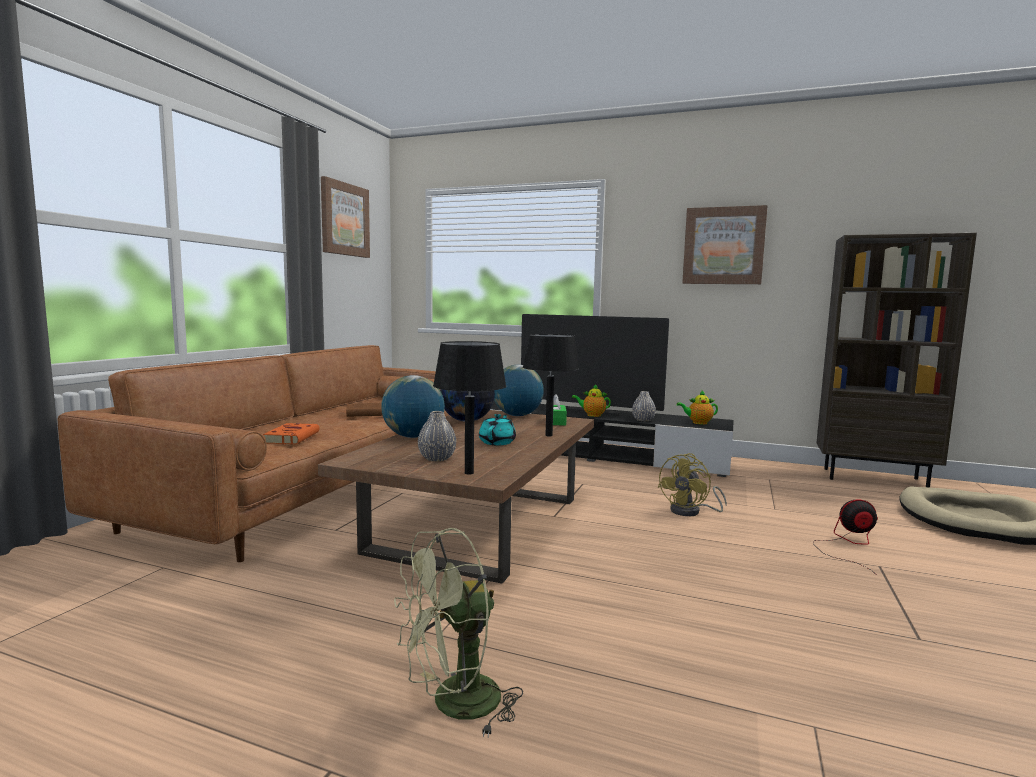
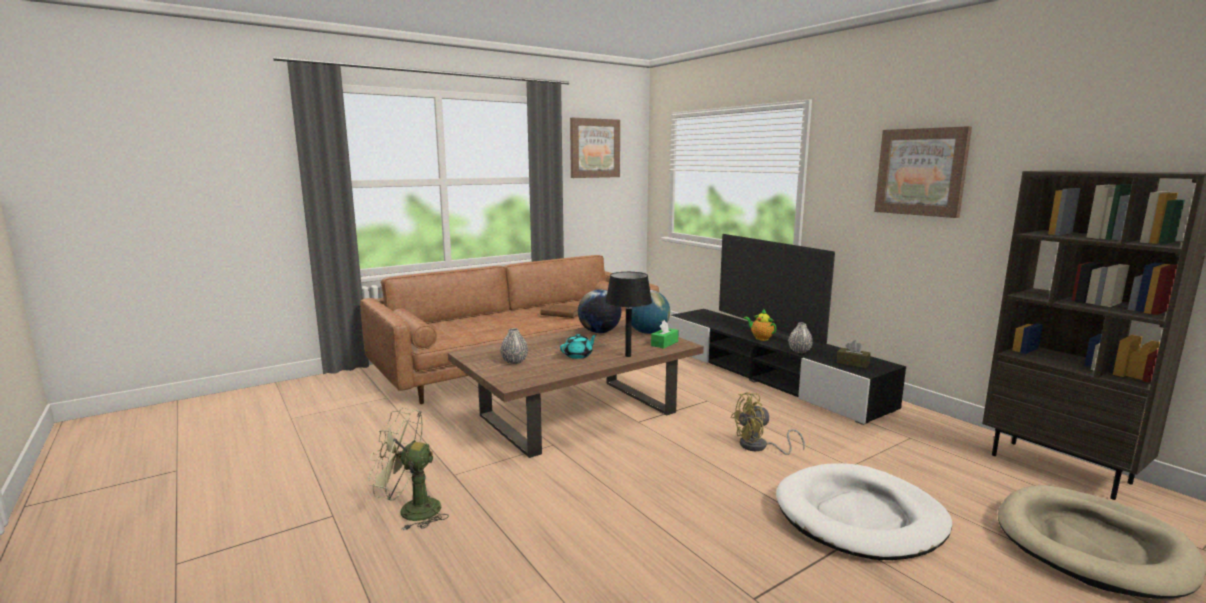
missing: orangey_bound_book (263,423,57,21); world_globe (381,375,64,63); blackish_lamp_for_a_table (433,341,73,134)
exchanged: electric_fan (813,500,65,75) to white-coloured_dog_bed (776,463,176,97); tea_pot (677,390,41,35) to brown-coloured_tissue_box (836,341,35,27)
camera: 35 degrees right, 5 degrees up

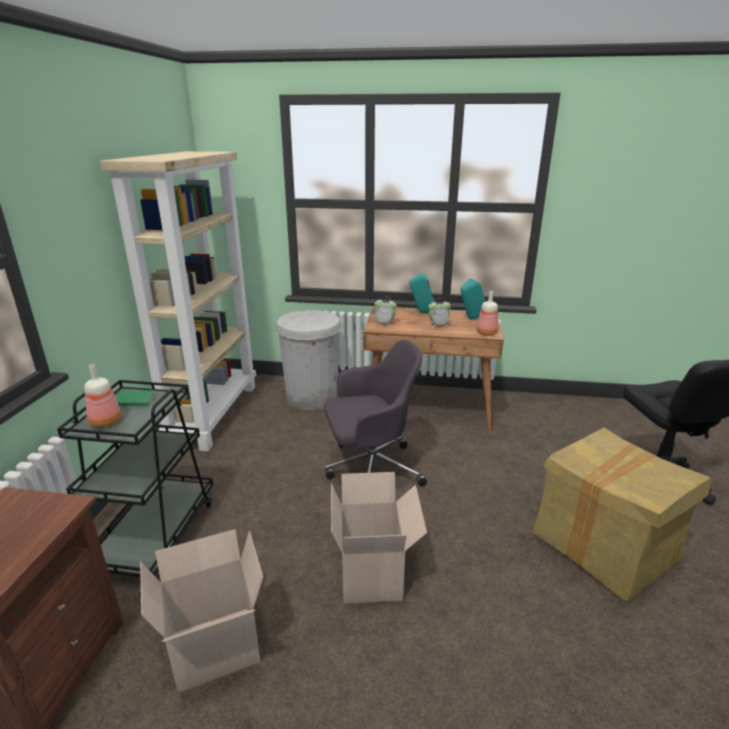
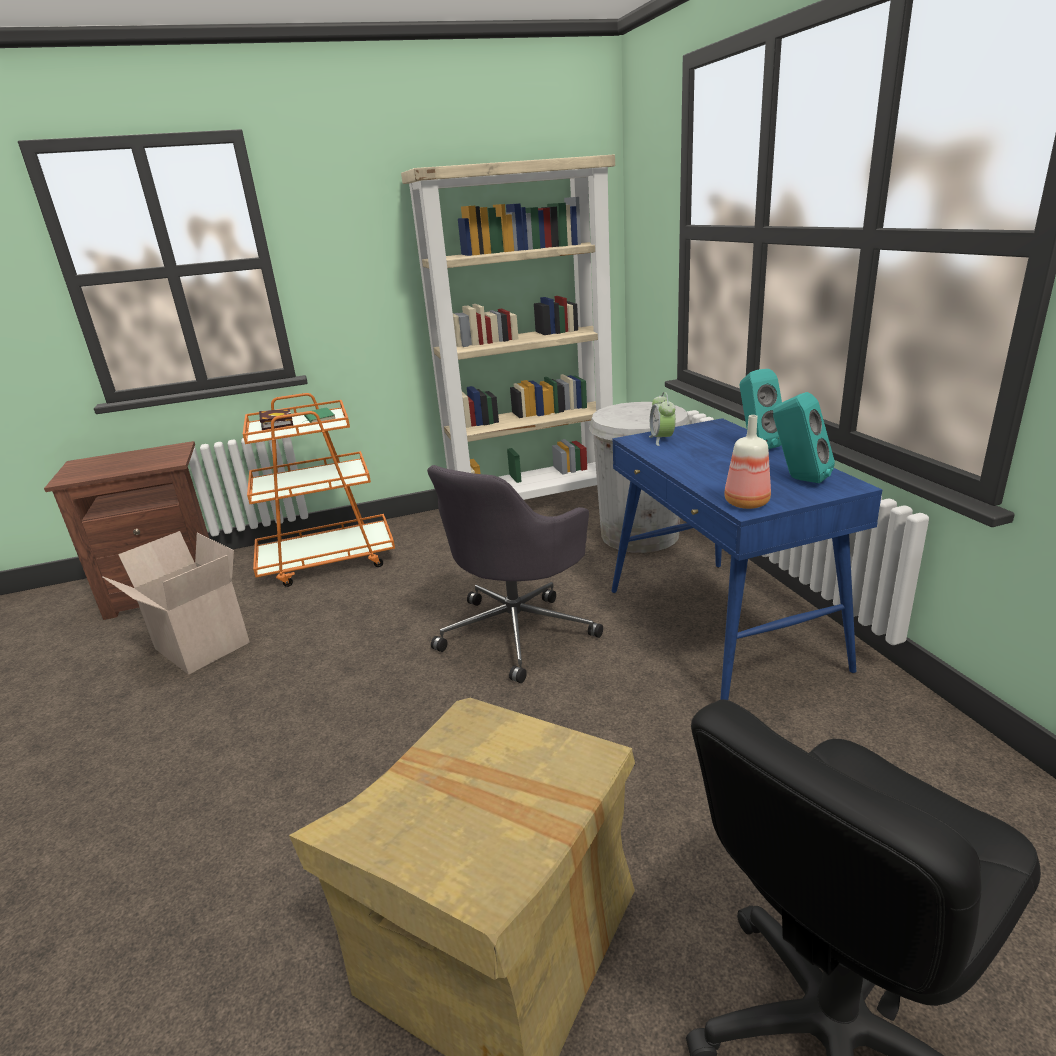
missing: cardboard_box (331,472,96,132); bedside_clock (428,298,23,30)
exchanged: drink_bottle (84,364,37,63) to bound_book (259,409,34,21)
colour: blackish_trolley (57,380,156,197) to orangey_trolley (243,393,152,194); brown-coloured_desk (363,307,141,130) to bluish_desk (611,418,271,282)
spun: gray_computer_chair (324,340,103,147) = (427,465,176,218) 75 degrees clockwise
camera: 65 degrees right, 0 degrees up

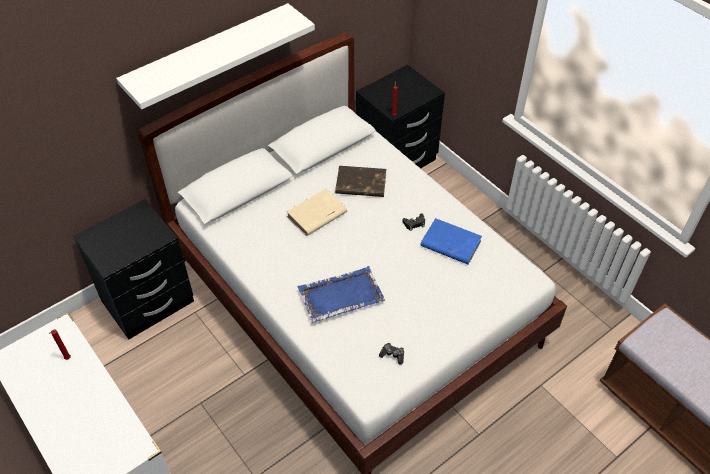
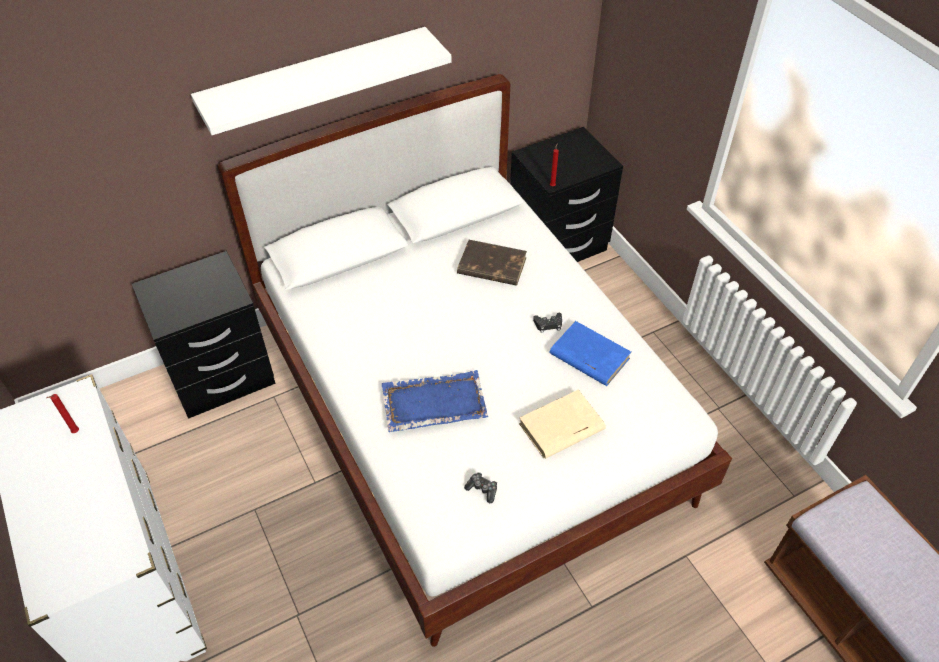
relocated: sand-coloured_bound_book (287,189,60,47) to (519,389,87,70)
camera: 10 degrees right, 0 degrees up

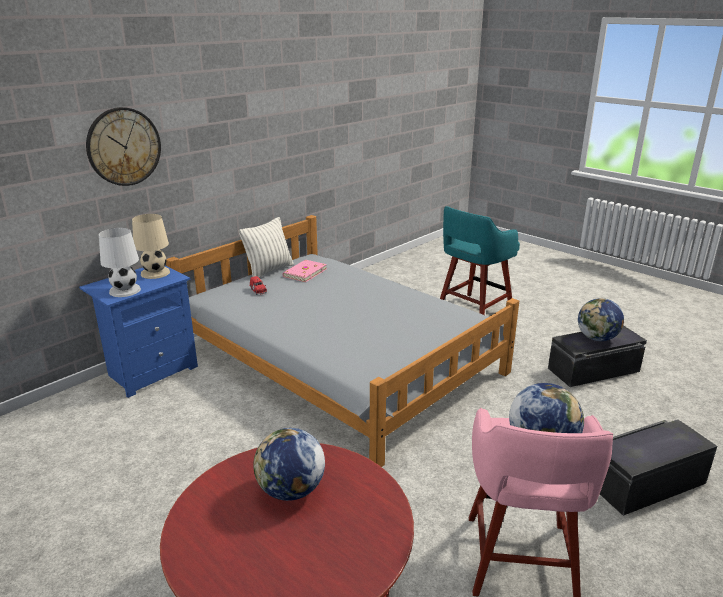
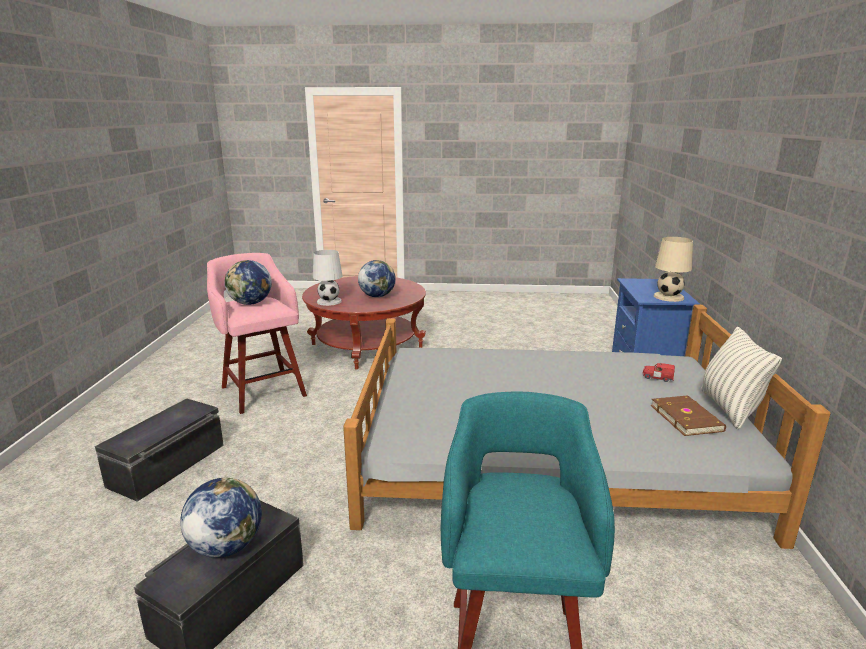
missing: wall_clock (86,107,75,79)
relocated: white-coloured_lamp_for_a_table (99,228,42,69) to (313,250,29,56)
colour: pink_bound_book (282,260,45,22) to brown-coloured_bound_book (650,395,76,41)
camera: 140 degrees right, 5 degrees down

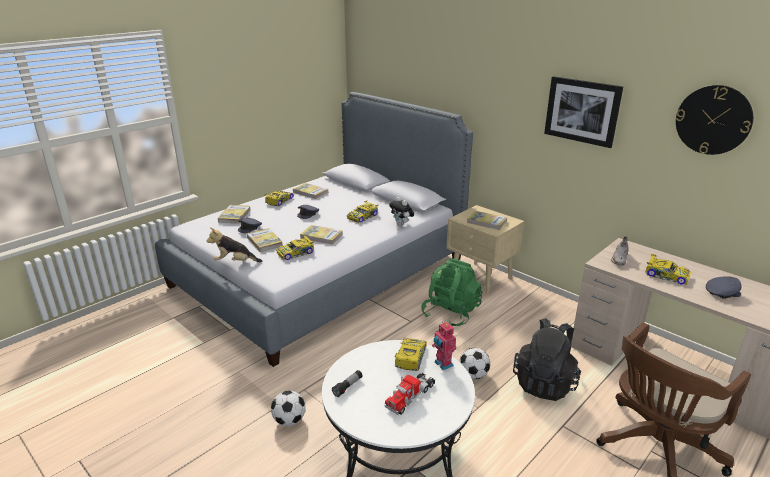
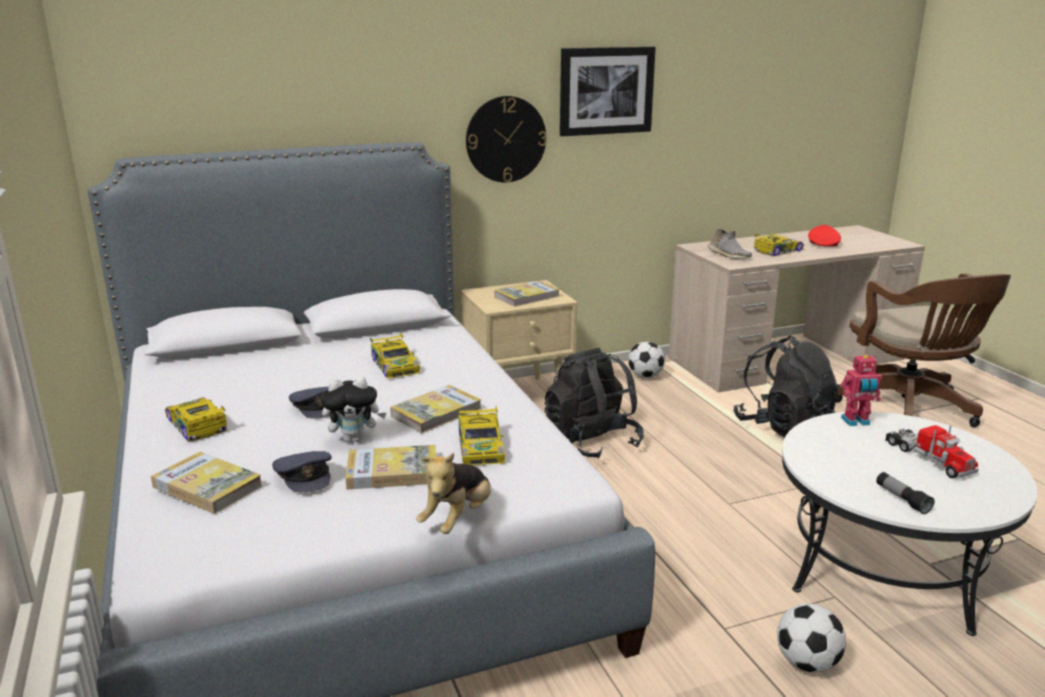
missing: bound_book (293,183,35,16); model_car (395,338,32,33)
relocated: plush_toy (389,197,25,29) to (321,377,65,65); wall_clock (676,85,77,70) to (466,96,81,87); football (459,348,31,31) to (628,342,37,36)
colour: green-coloured_backpack (421,258,61,68) to blackish_backpack (544,348,100,111); gray_cap (706,276,36,23) to red-coloured_cap (808,225,33,21)
camera: 65 degrees left, 5 degrees down

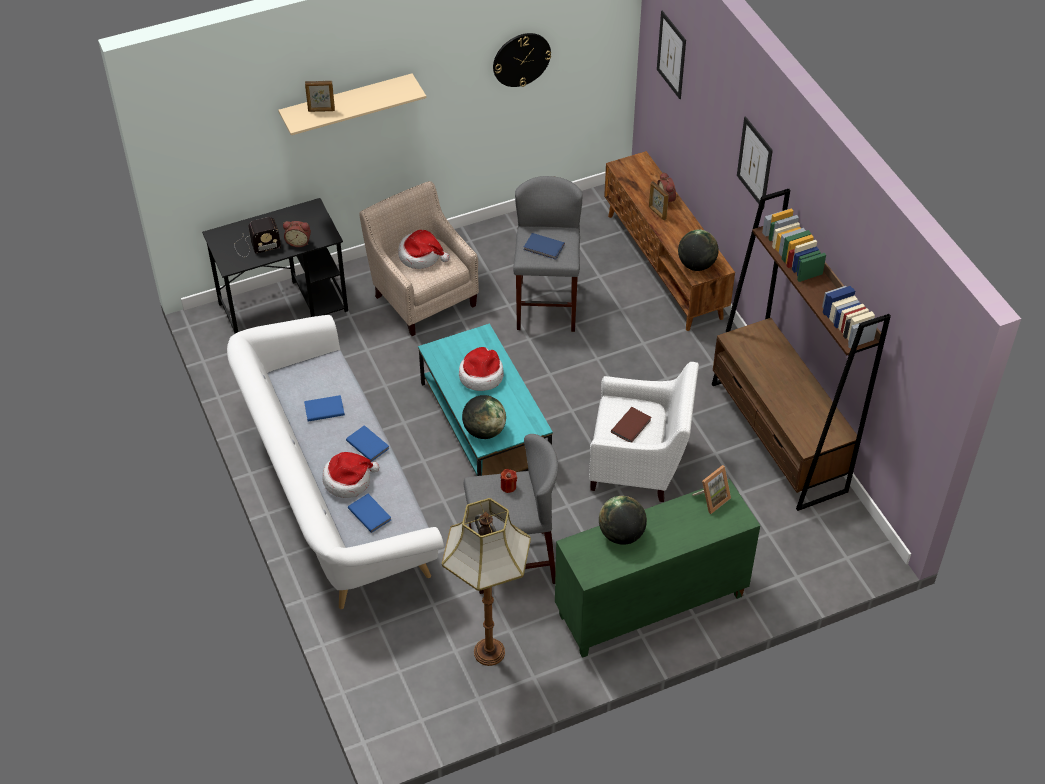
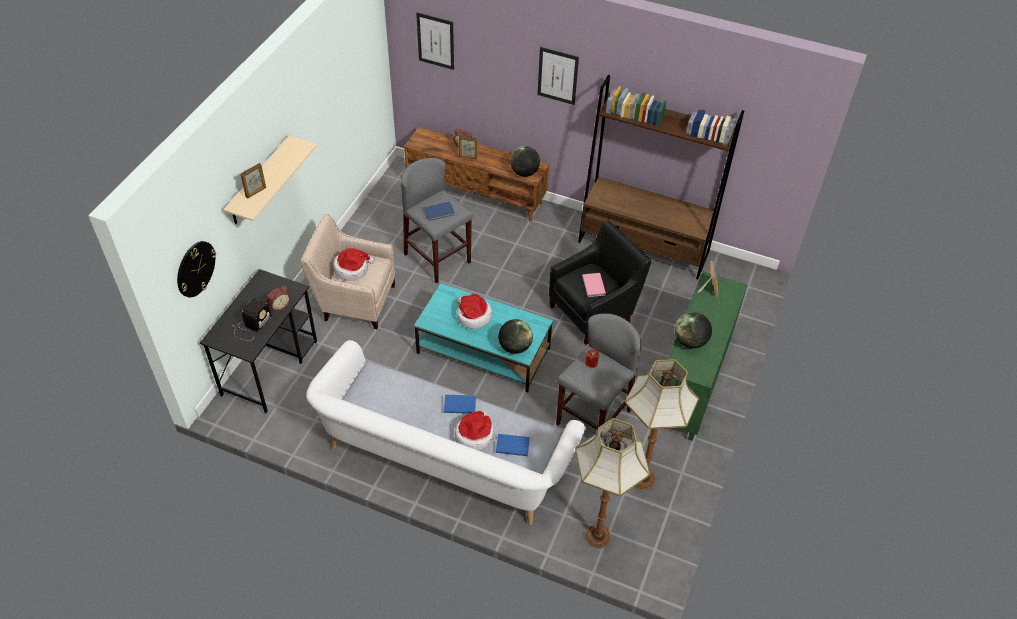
missing: bluish_bound_book (304,395,41,26)
appeared: floor_lamp (575,418,75,130)
relocated: wall_clock (493,33,58,54) to (177,241,39,56)
colour: white-coloured_lounge_chair (589,362,110,140) to blackish_lounge_chair (549,221,102,124); brown-coloured_bound_book (611,407,40,35) to pink_bound_book (582,273,24,24)
camera: 45 degrees left, 0 degrees up

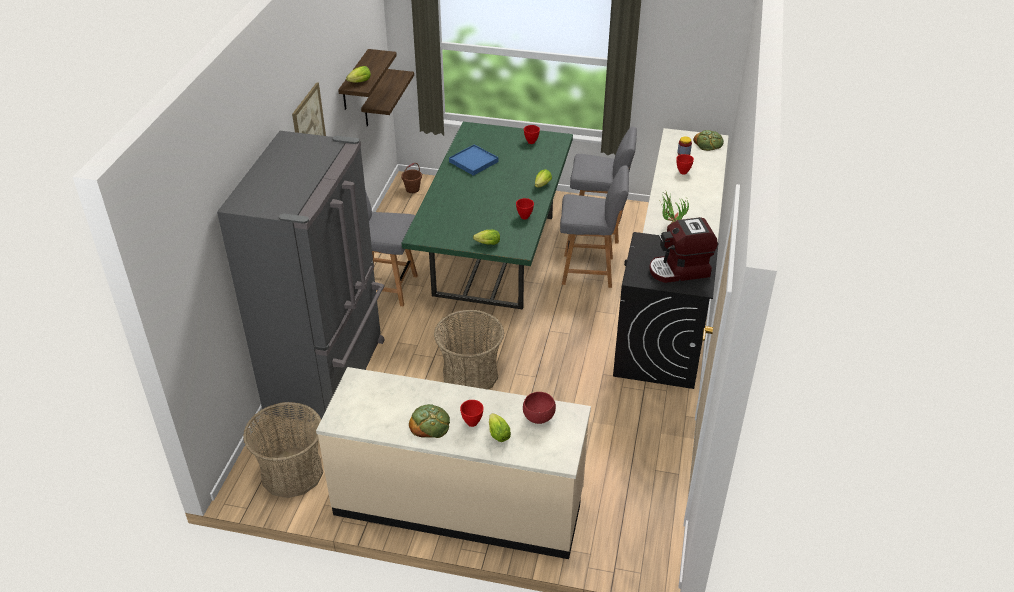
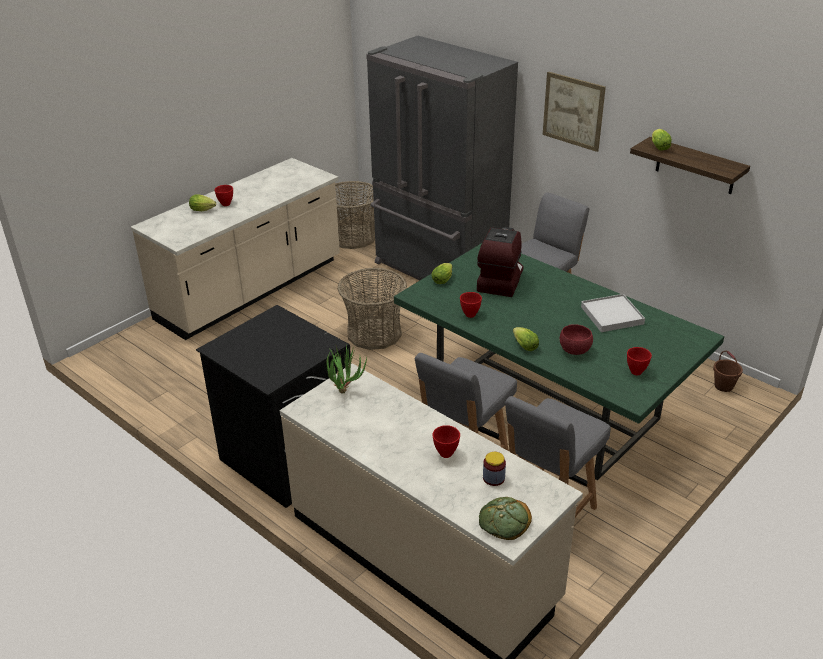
missing: shelf (361,69,53,57); bakery_bread (409,404,41,34)
relocated: coffee_maker (649,217,68,66) to (477,227,47,70); red-coloured_serving_bowl (523,392,33,32) to (560,324,33,31)
colour: bluish_serving_tray (449,144,50,32) to white-coloured_serving_tray (581,294,64,38)
camera: 120 degrees right, 5 degrees down

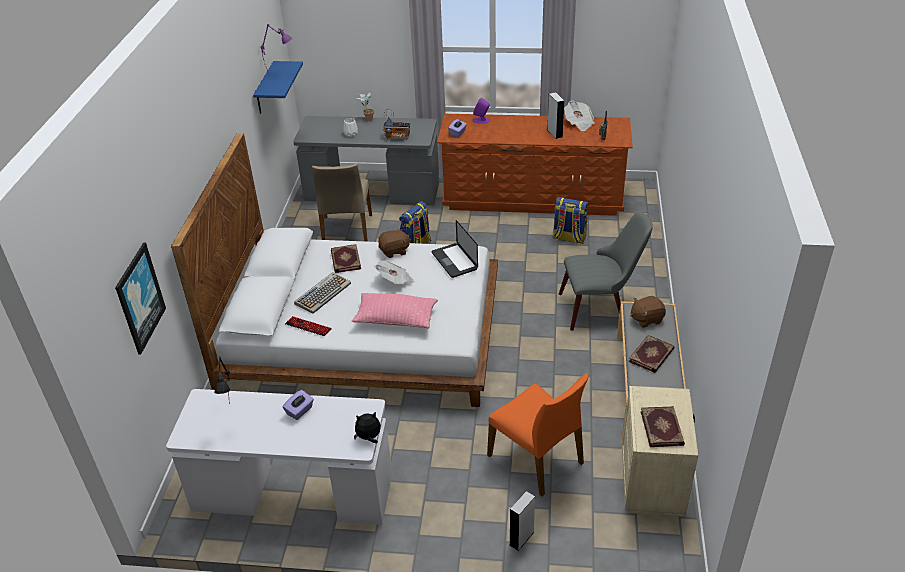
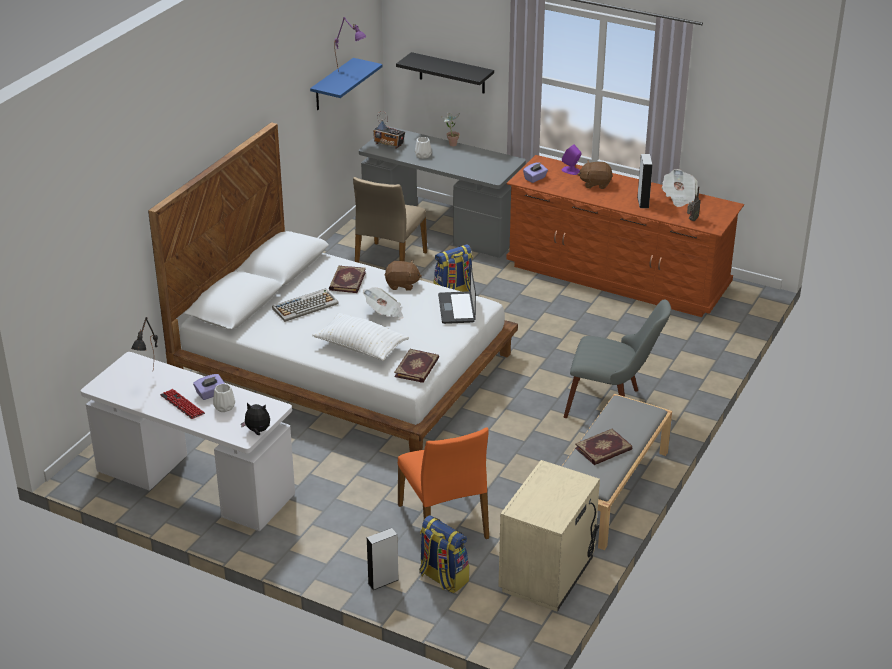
missing: wall_picture (115,242,51,113)
appeared: white-coloured_flower_vase (213,384,22,28); blackish_shelf (396,52,98,41)
relocated: keyboard (285,316,47,20) to (160,389,45,30); radio_set (383,109,27,31) to (373,111,32,38); bound_book (641,406,44,41) to (394,349,45,34); backpack (553,197,36,47) to (419,515,50,78); brown-coloured_plush_toy (630,296,36,32) to (578,160,35,29)
colour: pink_pillow (352,293,86,35) to white-coloured_pillow (312,313,97,48)
camera: 20 degrees right, 5 degrees down

